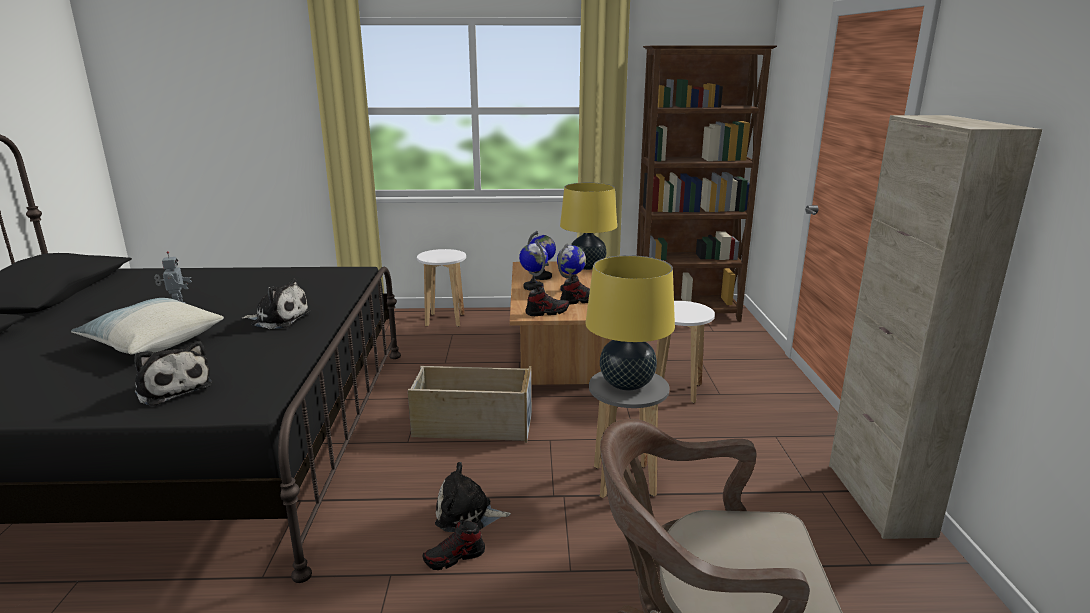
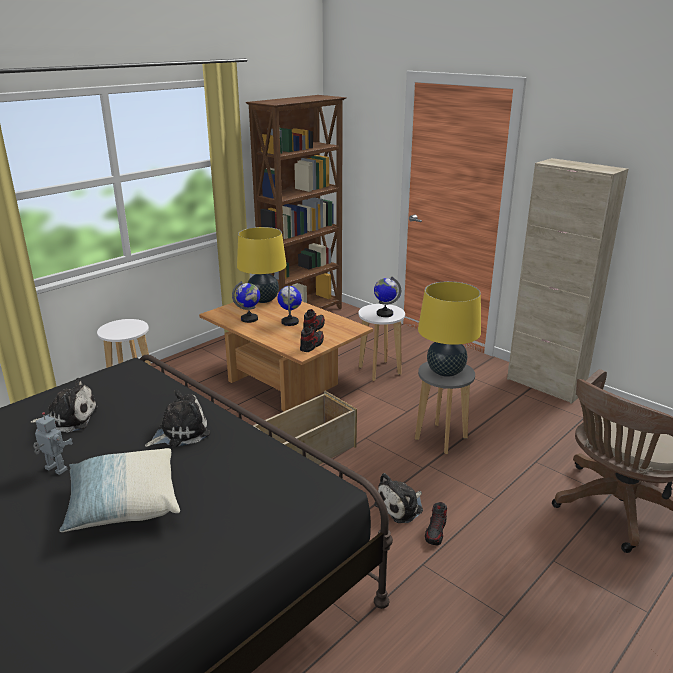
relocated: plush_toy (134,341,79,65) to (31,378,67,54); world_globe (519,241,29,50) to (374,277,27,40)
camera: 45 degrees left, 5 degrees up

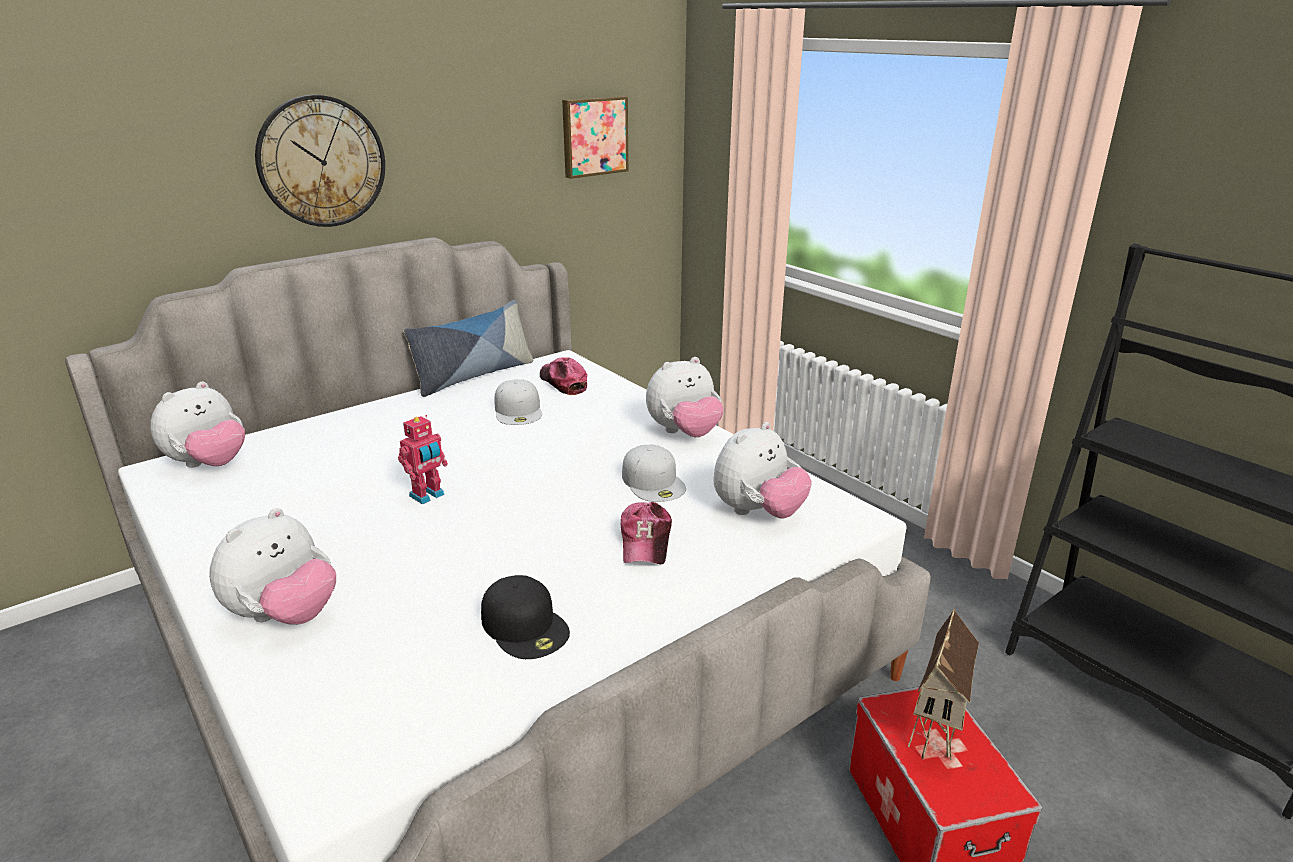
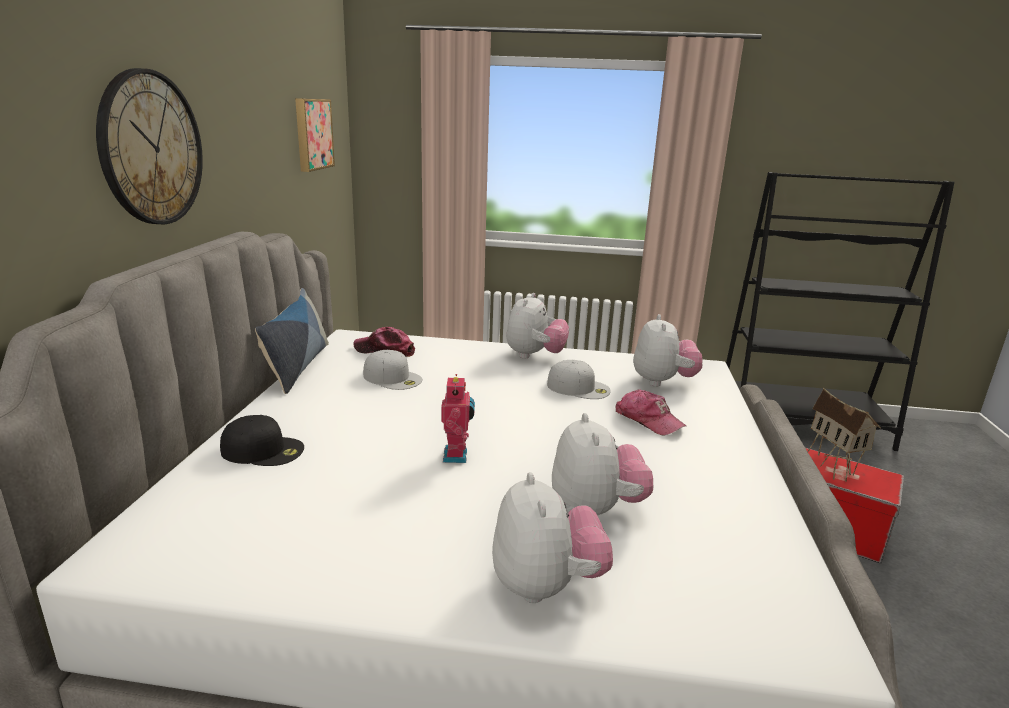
relocated: blackish_cap (481,575,89,84) to (220,415,84,51); plush_toy (151,382,94,86) to (552,413,101,102)
camera: 45 degrees left, 5 degrees down

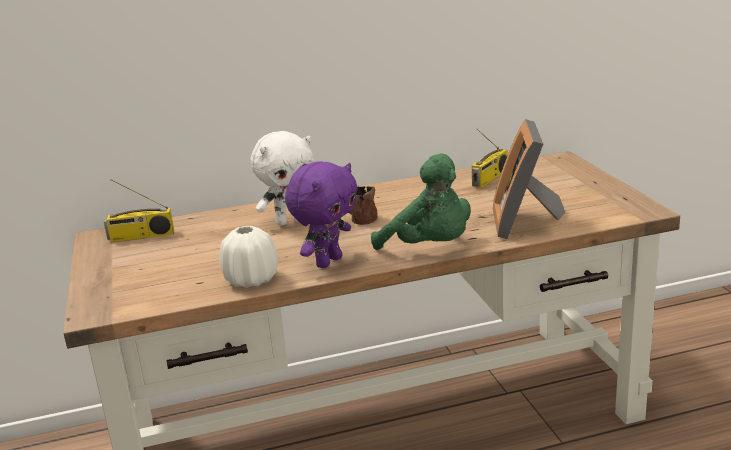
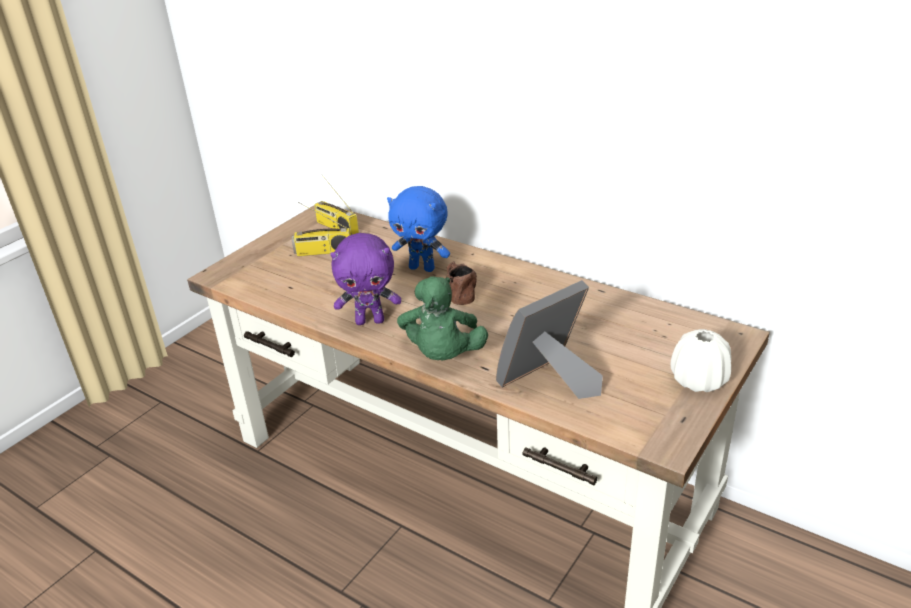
relocated: radio_set (472,129,35,59) to (291,202,59,54); white-coloured_flower_vase (220,226,58,62) to (670,329,61,63)
colour: white-coloured_plush_toy (251,131,63,95) to bluish_plush_toy (387,186,63,86)
camera: 50 degrees right, 10 degrees up

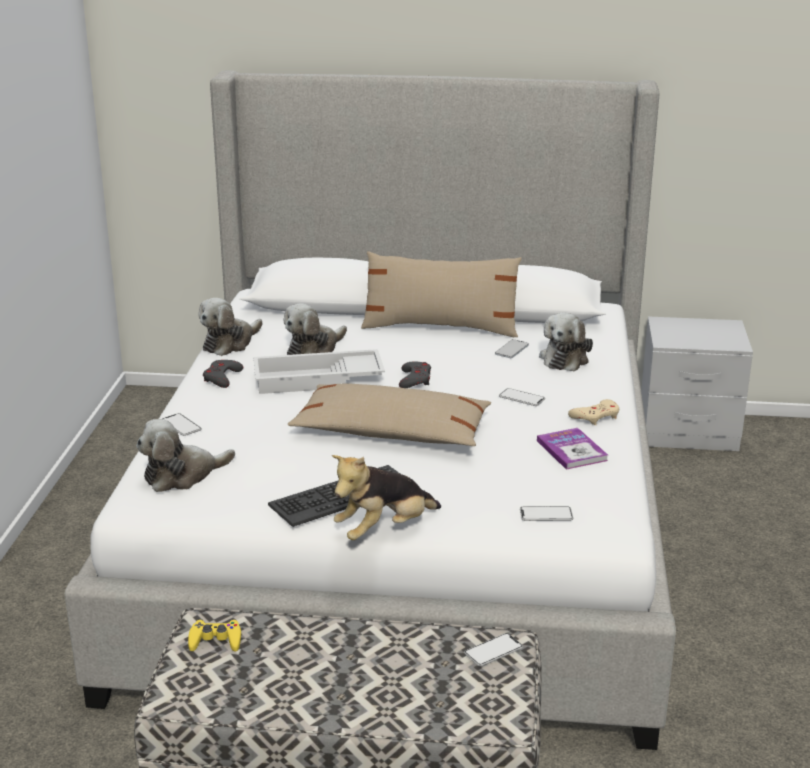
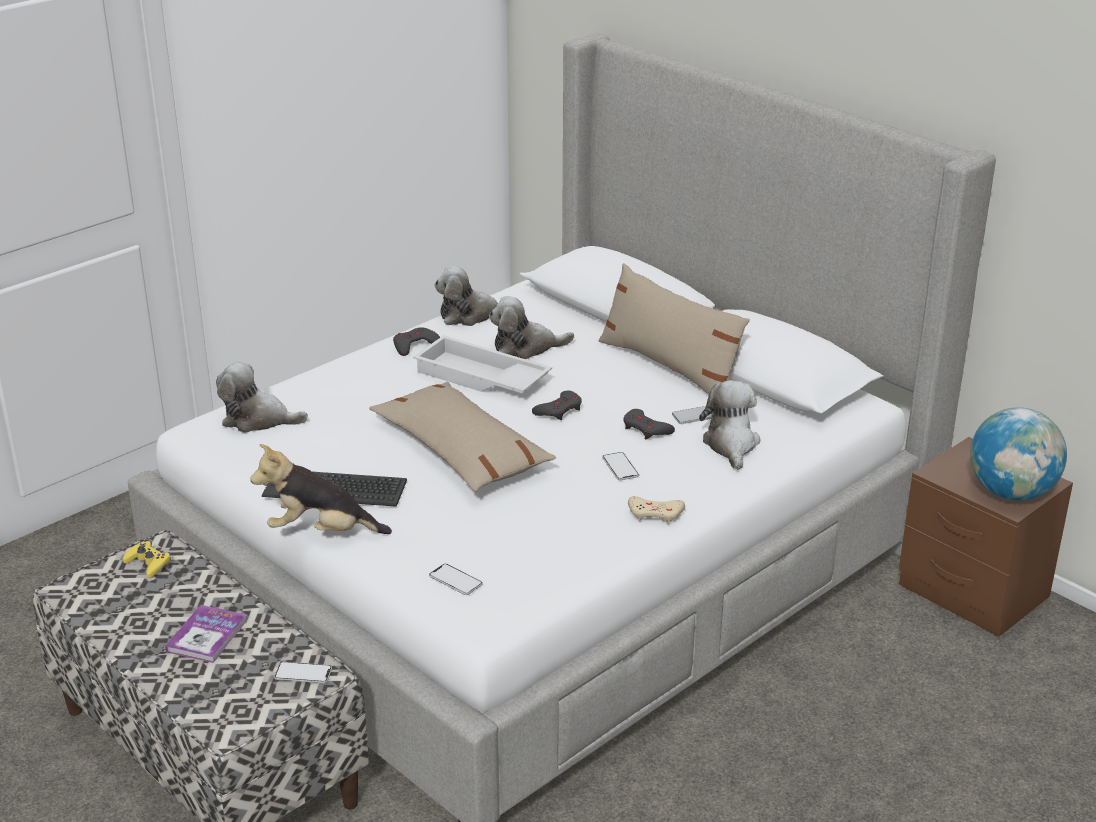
missing: telephone (162,413,40,23)
appeared: gray_joypad (624,409,51,30); world_globe (970,408,97,93)
relocated: bound_book (537,428,71,42) to (165,605,82,58)
colour: gray_night_table (641,316,112,135) to brown-coloured_night_table (899,437,174,200)
spun: plush_toy (539,312,54,59) = (699,380,62,90) 120 degrees clockwise
camera: 40 degrees right, 5 degrees up

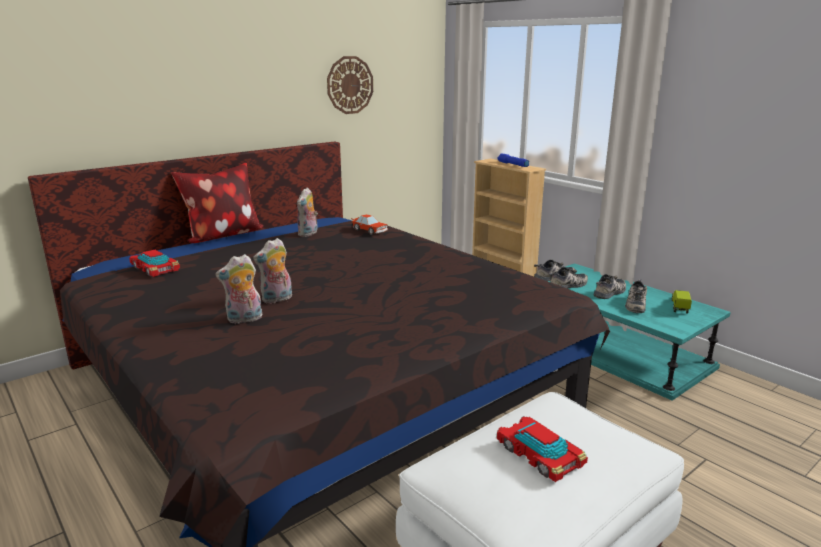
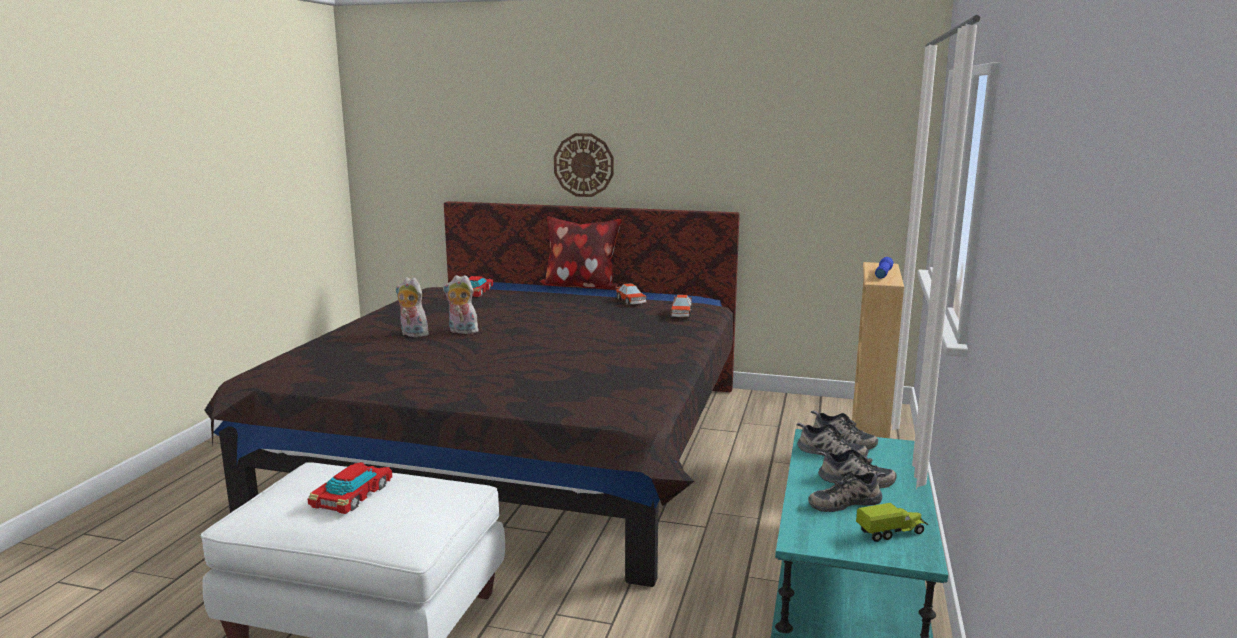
relocated: wall_clock (327,56,46,58) to (554,133,60,64)
exchanged: plush_toy (297,187,21,50) to model_car (616,283,31,22)
camera: 55 degrees right, 5 degrees down

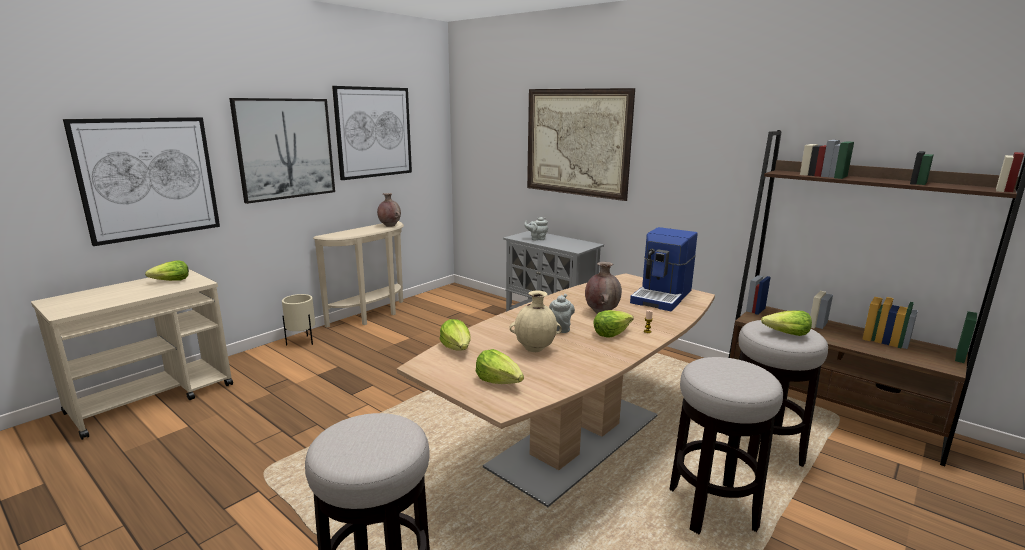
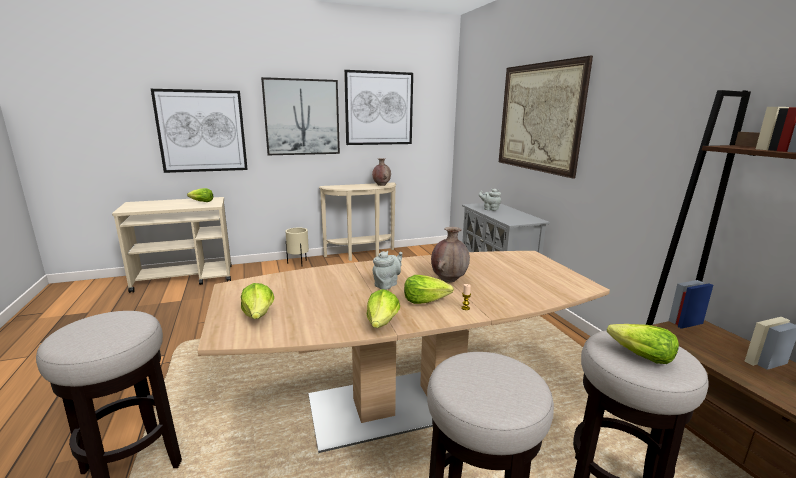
missing: sand-coloured_flower_vase (510,290,52,62); coffee_maker (630,227,68,85)
relocated: lettuce_head (440,319,31,32) to (367,289,33,39)
camera: 30 degrees right, 0 degrees up

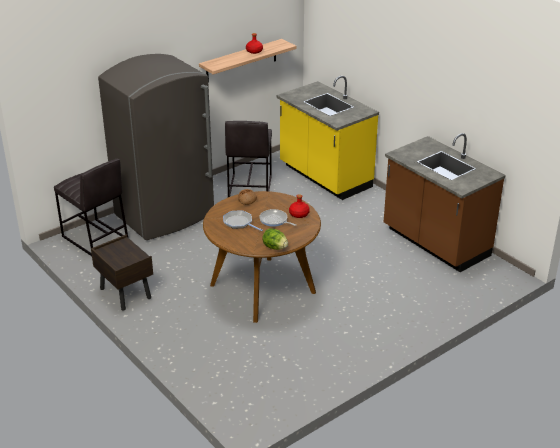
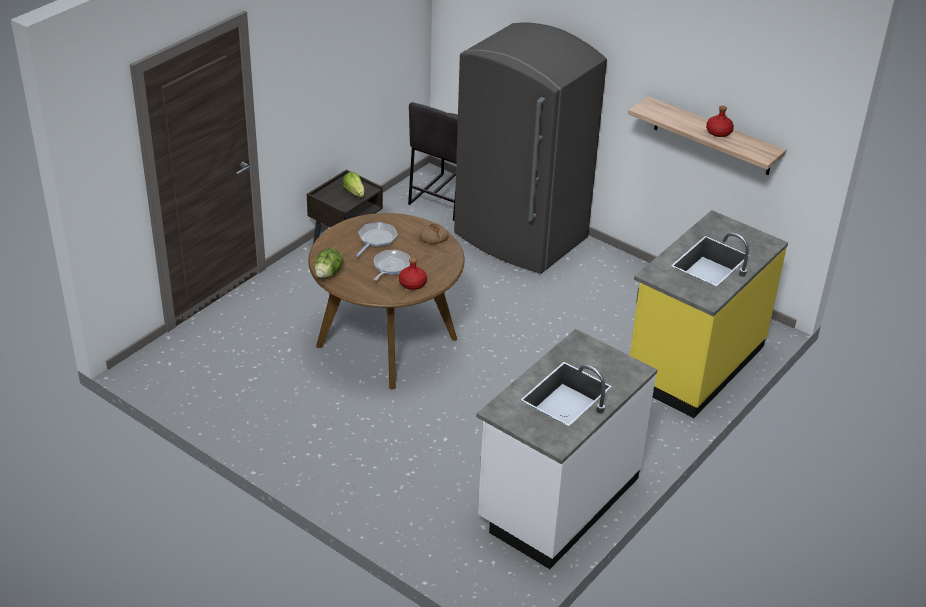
missing: gray_stool_seat (225,121,47,76)
appeared: lettuce_head (343,172,22,25)
colour: brown-coloured_kitchen_base_unit (384,133,122,139) to white-coloured_kitchen_base_unit (477,329,181,240)
camera: 75 degrees right, 5 degrees up

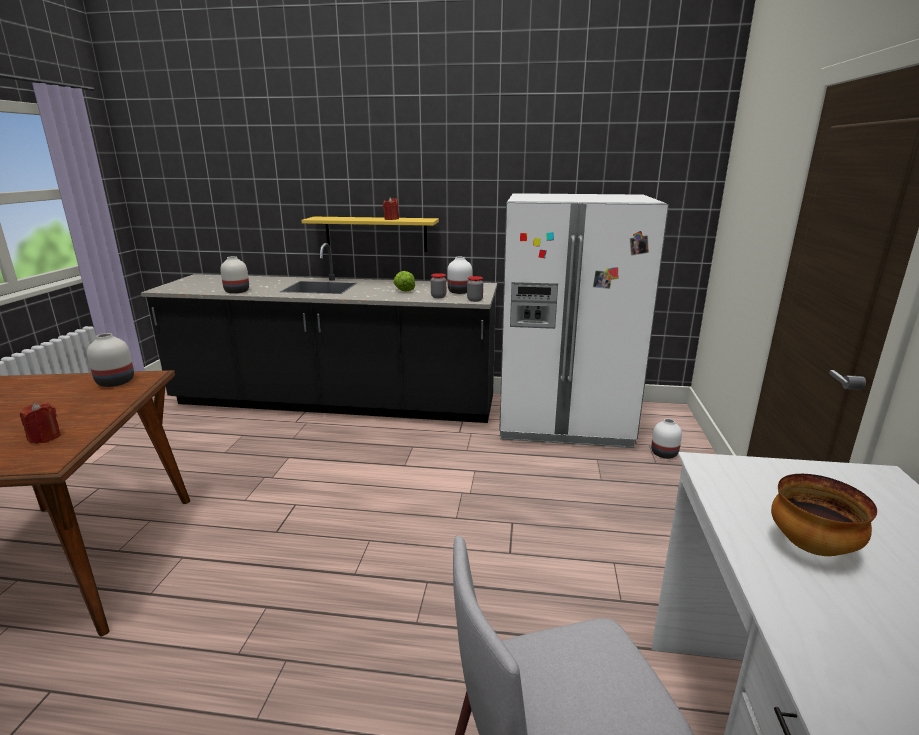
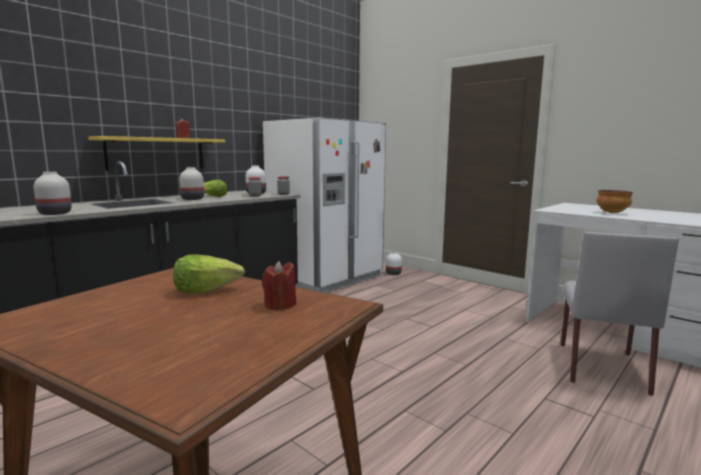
appeared: lettuce_head (173,254,72,40)
relocated: white-coloured_flower_vase (87,333,47,54) to (179,167,25,33)
camera: 55 degrees left, 10 degrees down

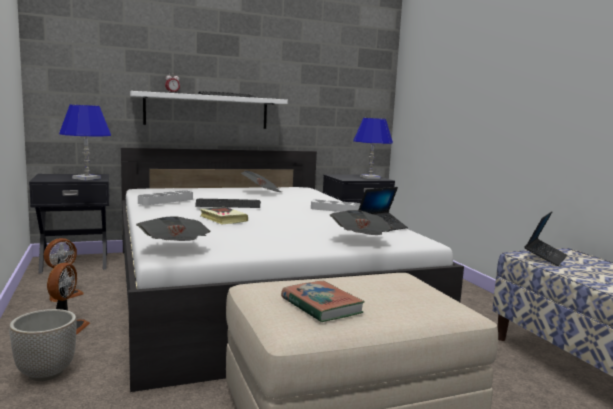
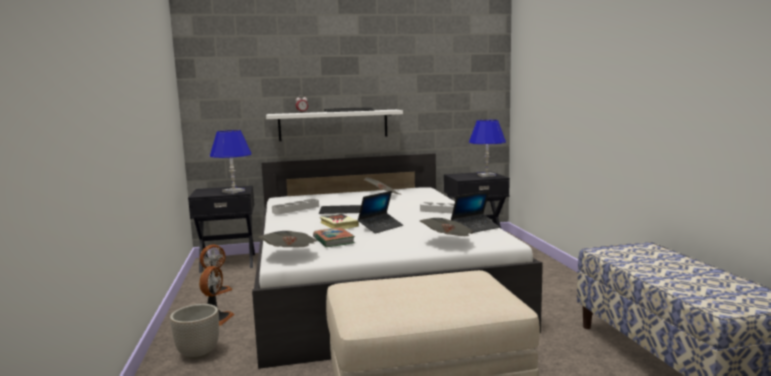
relocated: bound_book (281,281,84,41) to (313,227,42,20); laptop (525,211,42,55) to (358,191,45,43)
camera: 10 degrees right, 0 degrees up

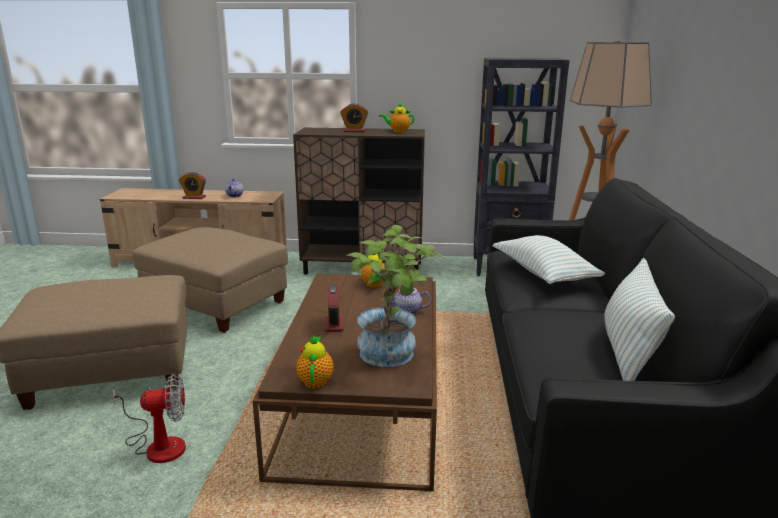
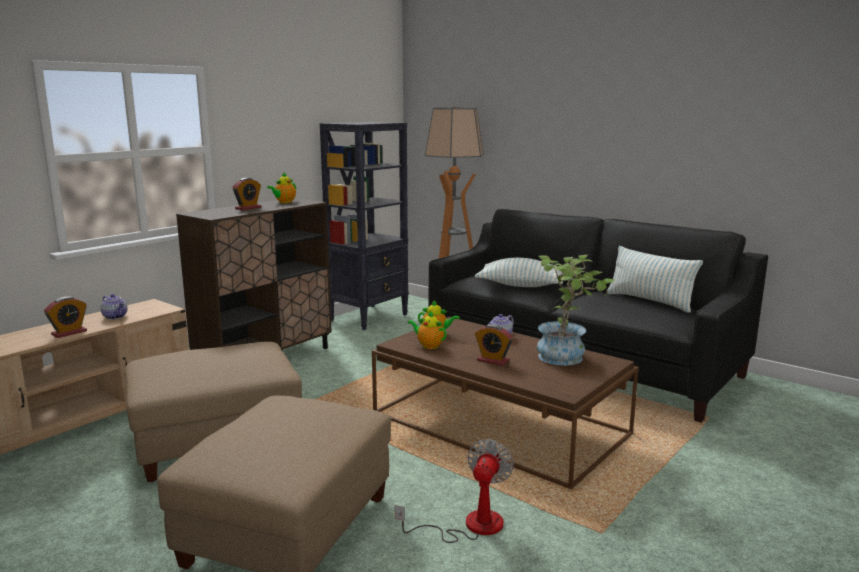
relocated: tea_pot (296,335,38,54) to (408,311,39,38)
camera: 55 degrees left, 5 degrees down

